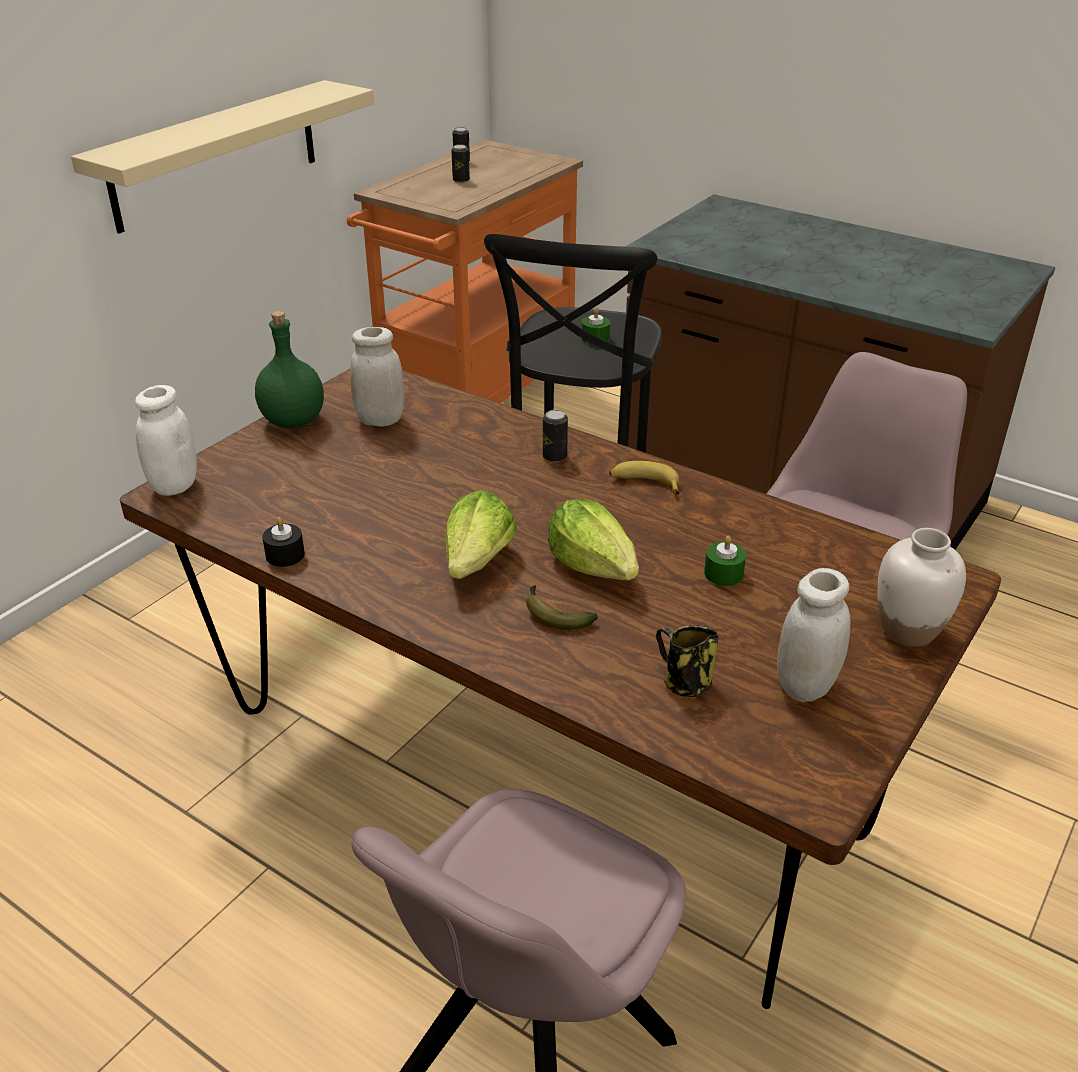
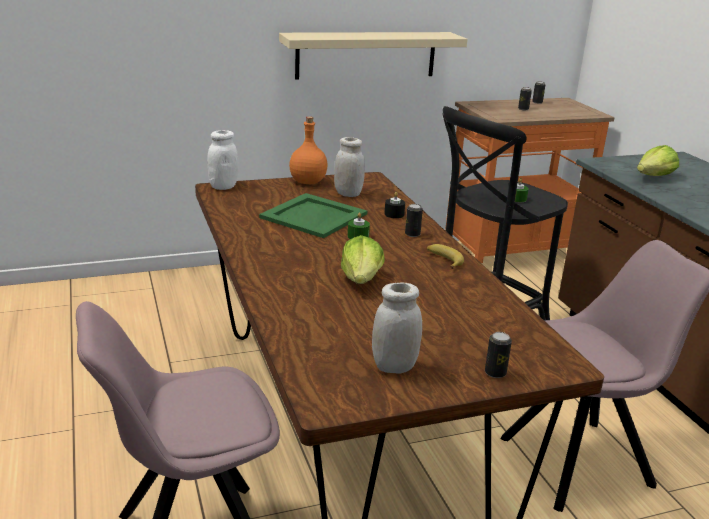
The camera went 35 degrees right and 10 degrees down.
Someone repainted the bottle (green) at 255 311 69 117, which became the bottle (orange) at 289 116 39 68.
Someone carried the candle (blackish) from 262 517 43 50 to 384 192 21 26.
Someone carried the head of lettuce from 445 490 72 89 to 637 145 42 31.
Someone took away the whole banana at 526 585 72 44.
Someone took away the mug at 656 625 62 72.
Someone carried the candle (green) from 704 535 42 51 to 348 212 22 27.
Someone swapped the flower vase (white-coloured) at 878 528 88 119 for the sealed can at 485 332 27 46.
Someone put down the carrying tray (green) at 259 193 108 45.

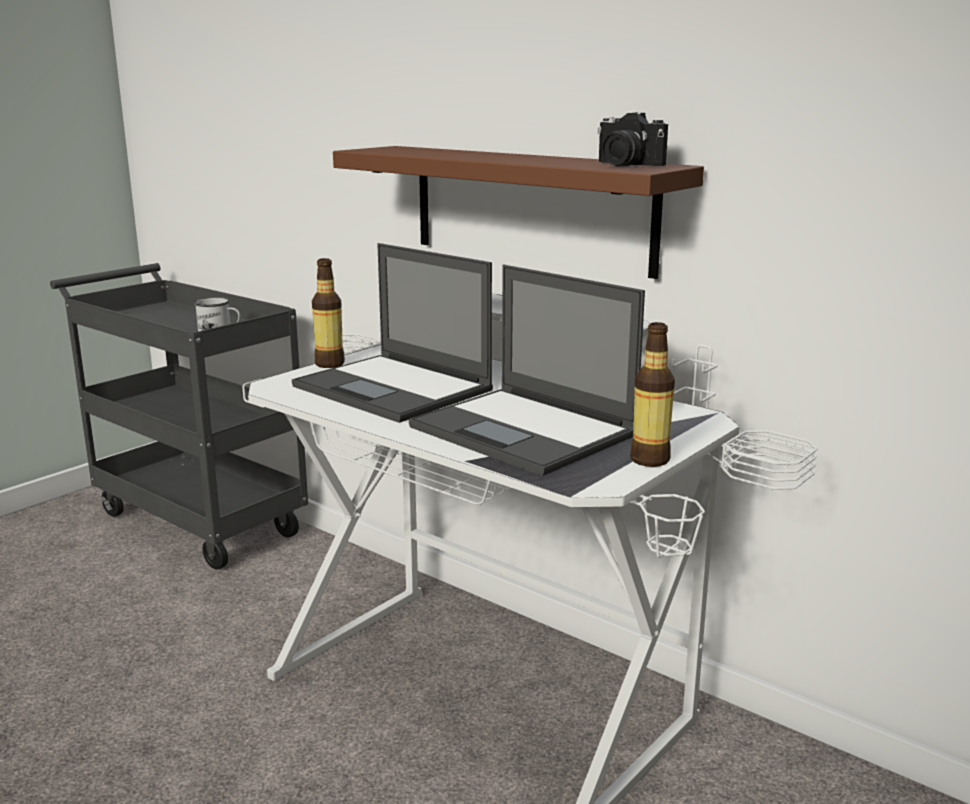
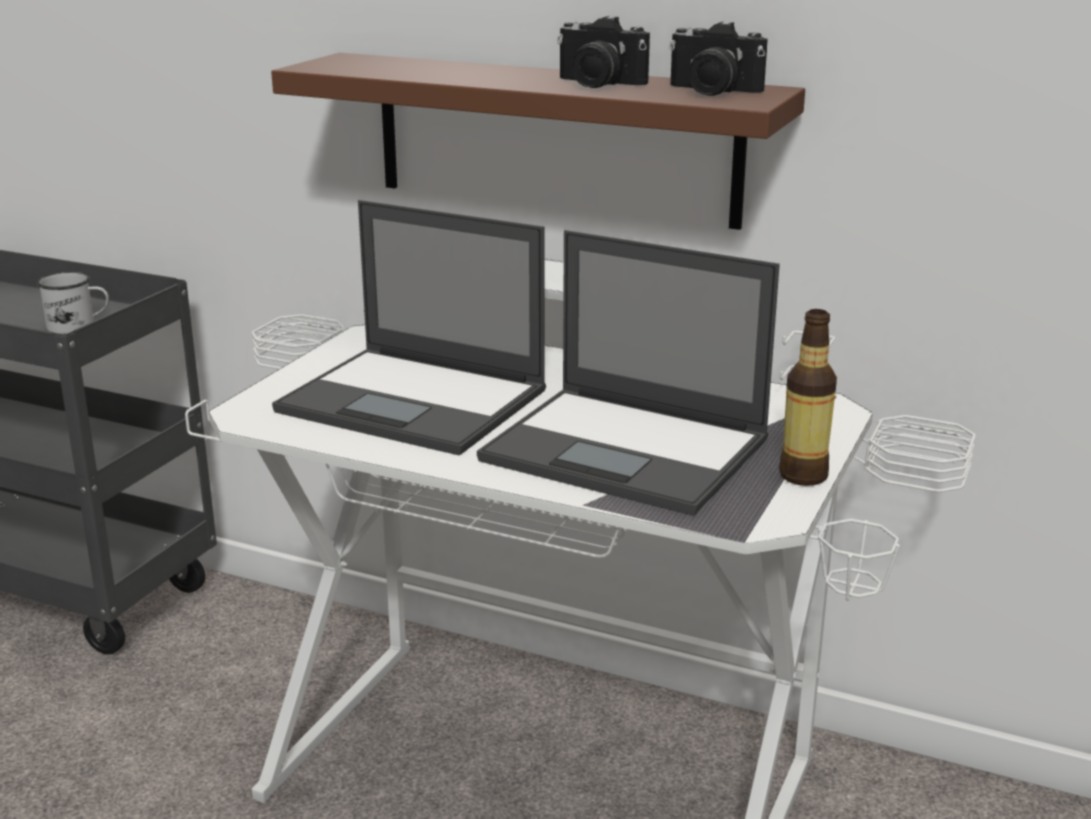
The camera went 15 degrees left and 5 degrees up.
Someone took away the bottle at 312 258 33 110.
Someone put down the still camera at 557 16 93 72.

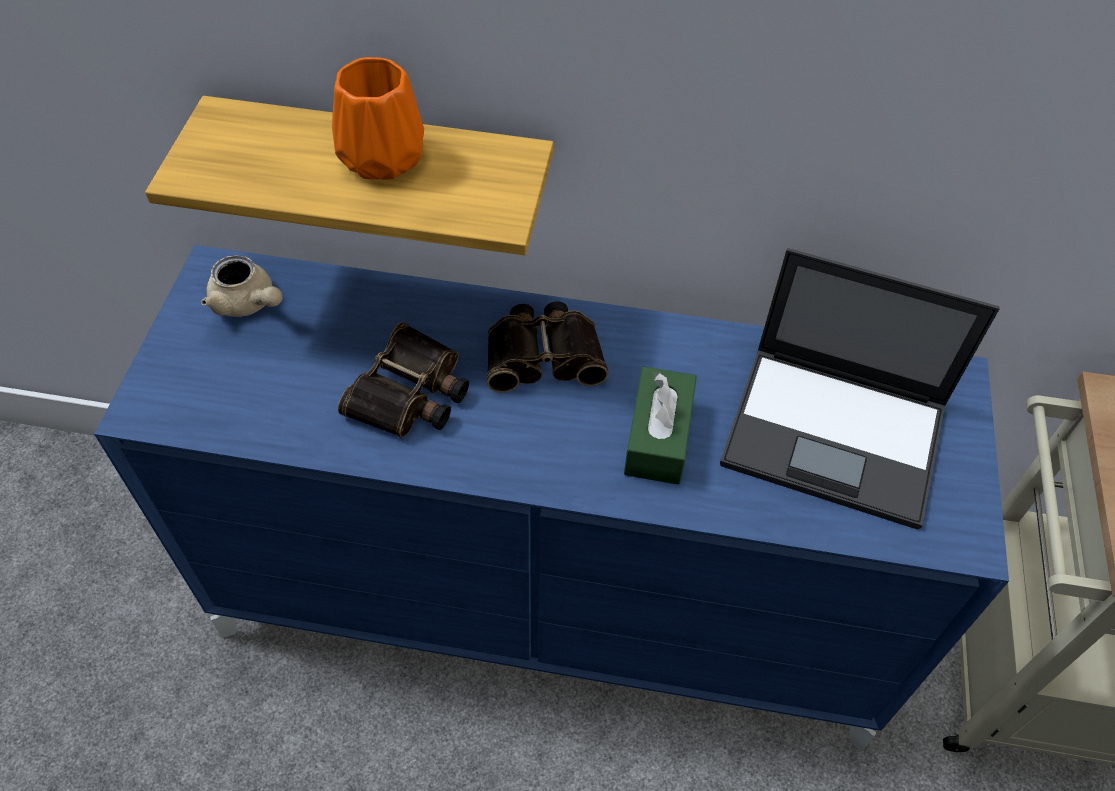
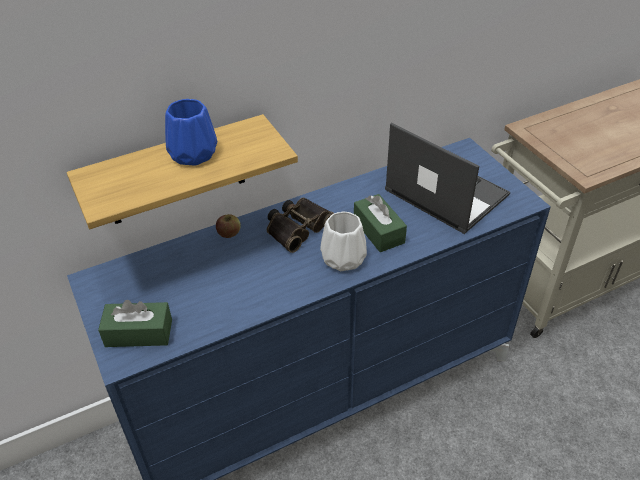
The camera went 35 degrees left and 10 degrees down.
Someone took away the tea pot (sand-coloured) at 201 255 82 62.
Someone repainted the flower vase (orange) at 332 57 92 122, which became the flower vase (blue) at 165 99 52 67.
Someone took away the pair of binoculars at 338 322 131 116.
Someone rotated the laptop at 720 248 280 282 by 120 degrees counterclockwise.
Someone put down the box of tissues (green) at 98 300 74 47.
Someone put down the whole apple at 216 214 25 24.
Someone put down the flower vase (white-coloured) at 320 212 47 59.

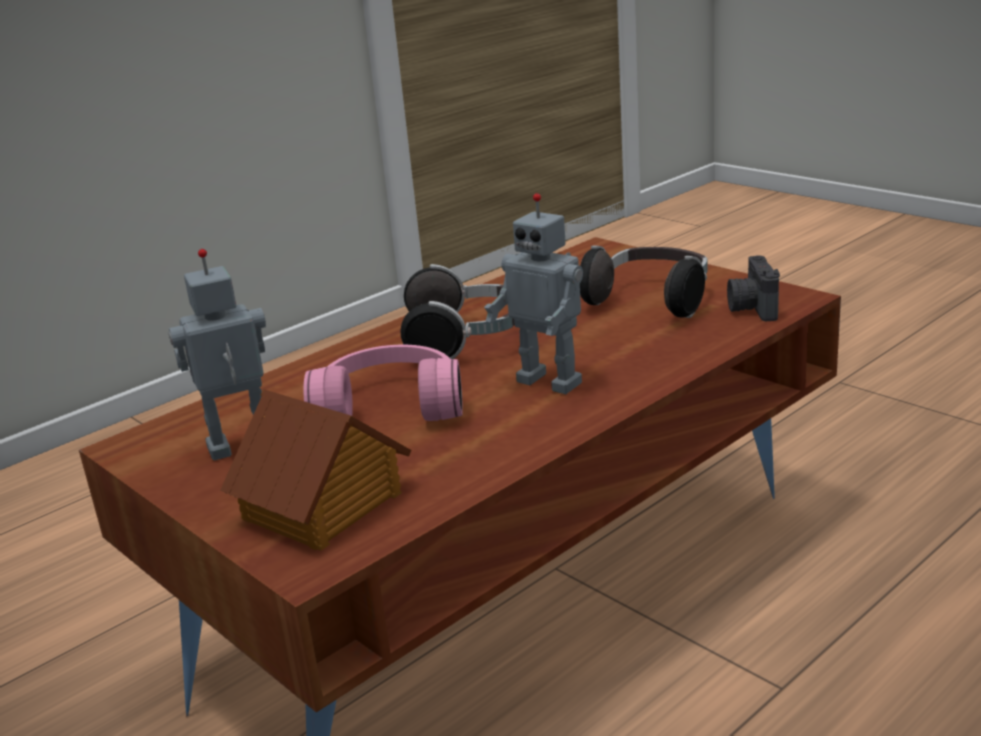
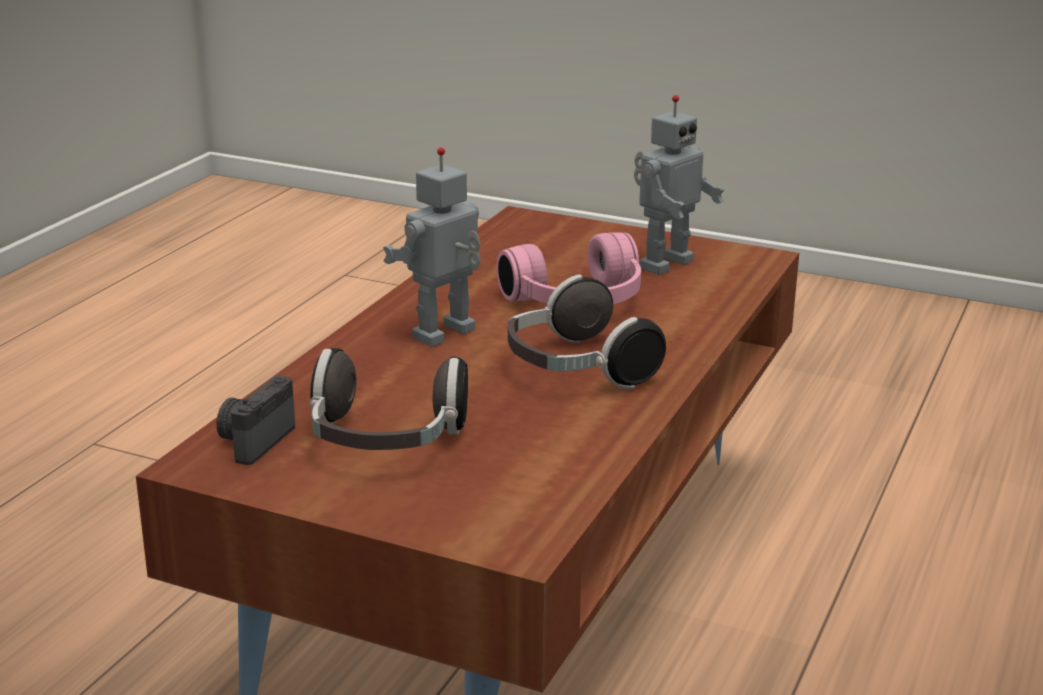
The camera went 155 degrees right and 0 degrees up.
Someone took away the miniature house at 220 389 191 162.
Someone rotated the robot figure at 484 193 99 201 by 60 degrees counterclockwise.
Someone rotated the still camera at 727 256 53 65 by 135 degrees counterclockwise.

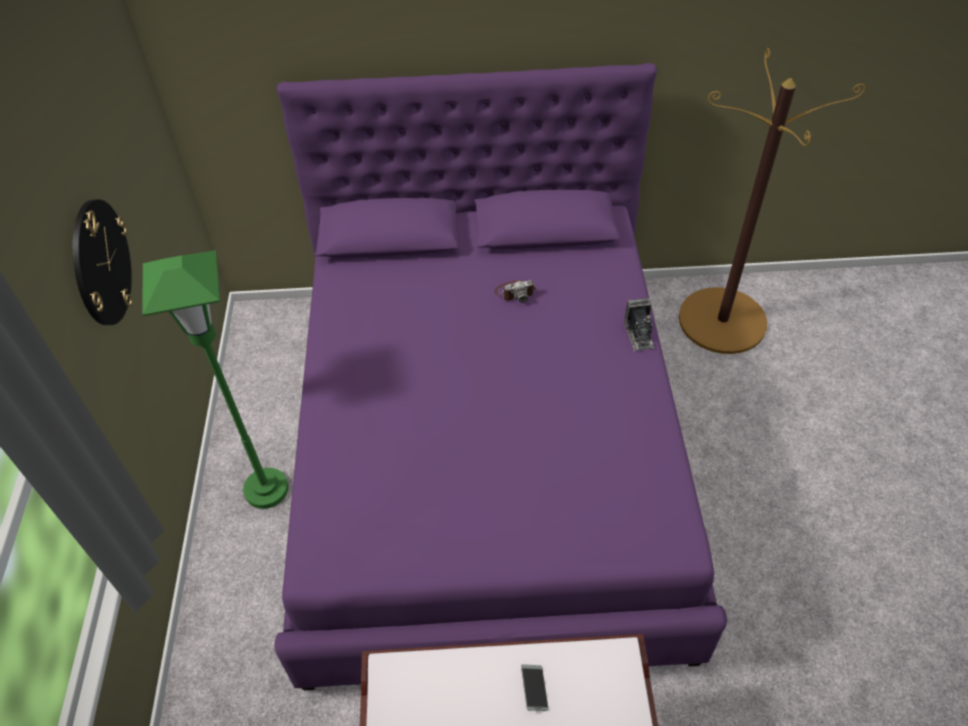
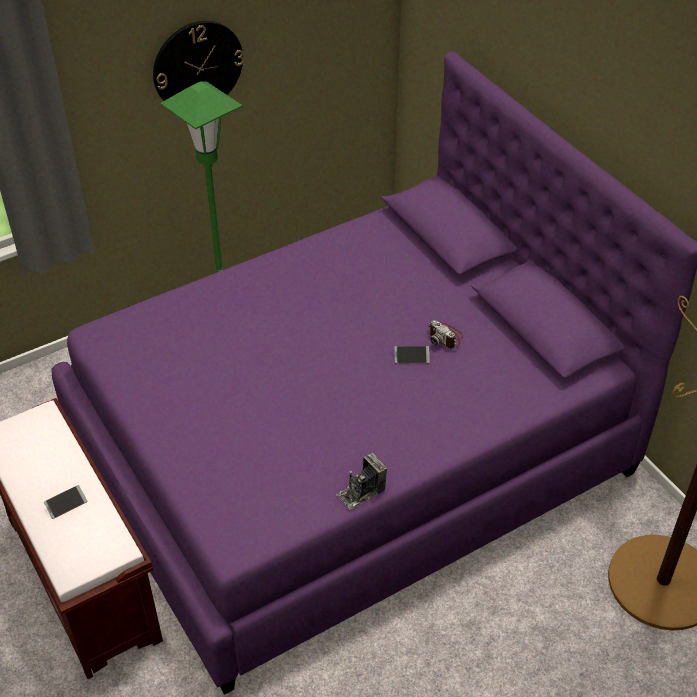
The camera went 60 degrees right and 5 degrees down.
Someone carried the still camera from 624 298 31 53 to 336 453 51 57.
Someone put down the phone at 395 346 35 18.

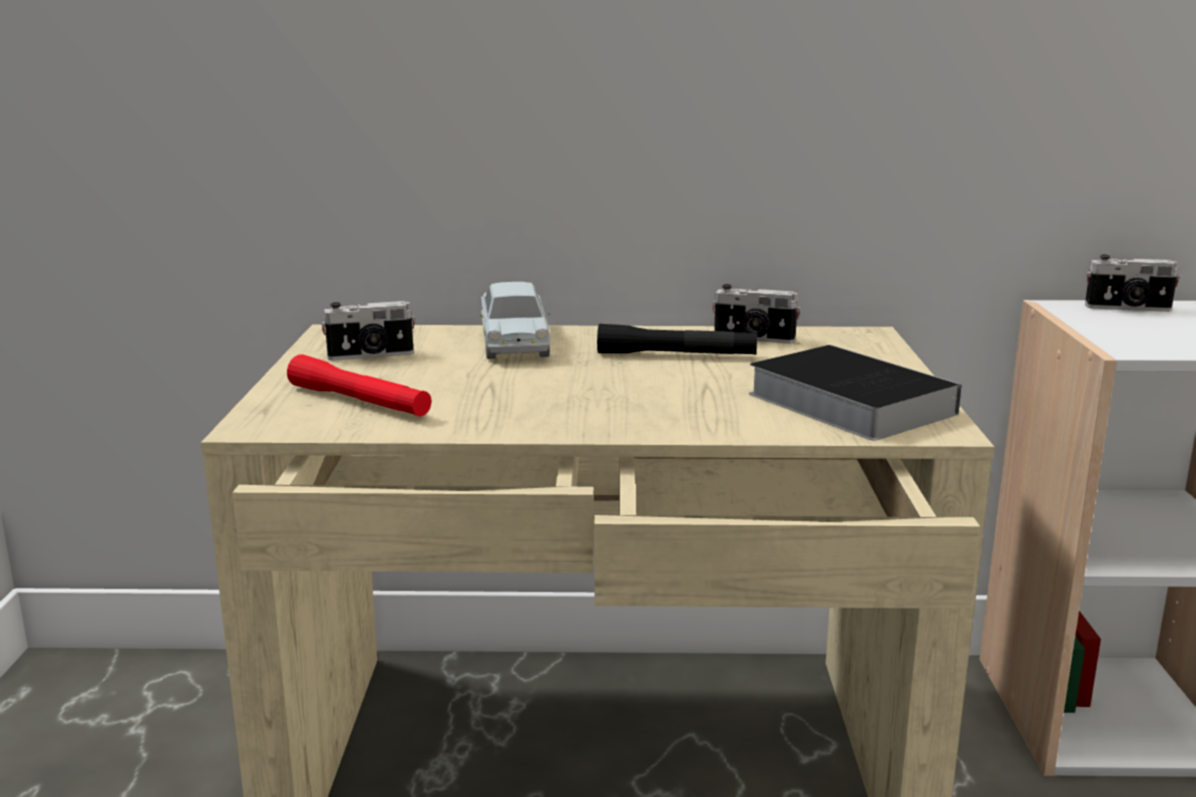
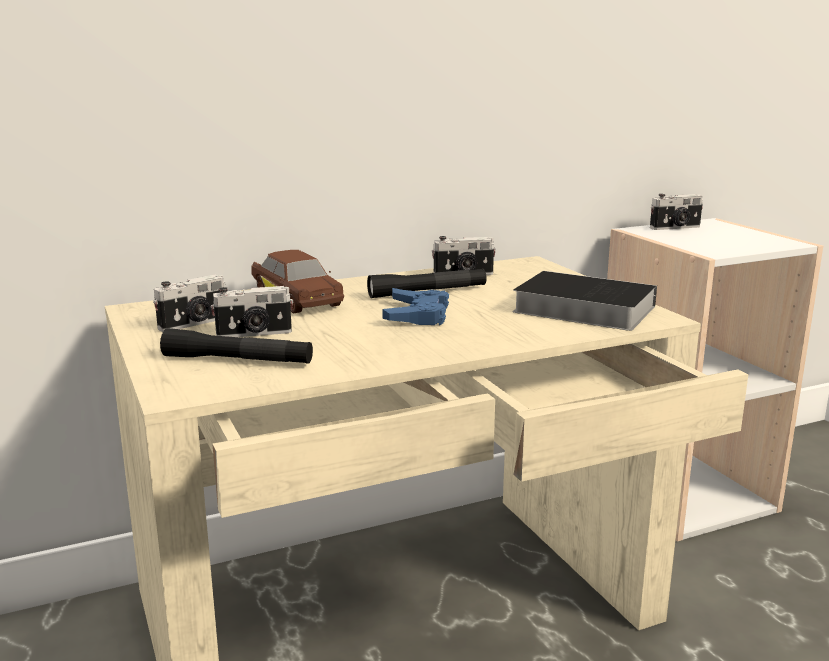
The camera went 25 degrees left and 0 degrees up.
Someone repainted the torch (red) at 287 354 144 63, which became the torch (blackish) at 160 328 153 36.
Someone repainted the model car (white-coloured) at 480 282 71 77, which became the model car (brownish) at 251 250 93 63.
Someone put down the still camera at 211 286 82 51.
Someone put down the gamepad (blue) at 382 288 67 37.

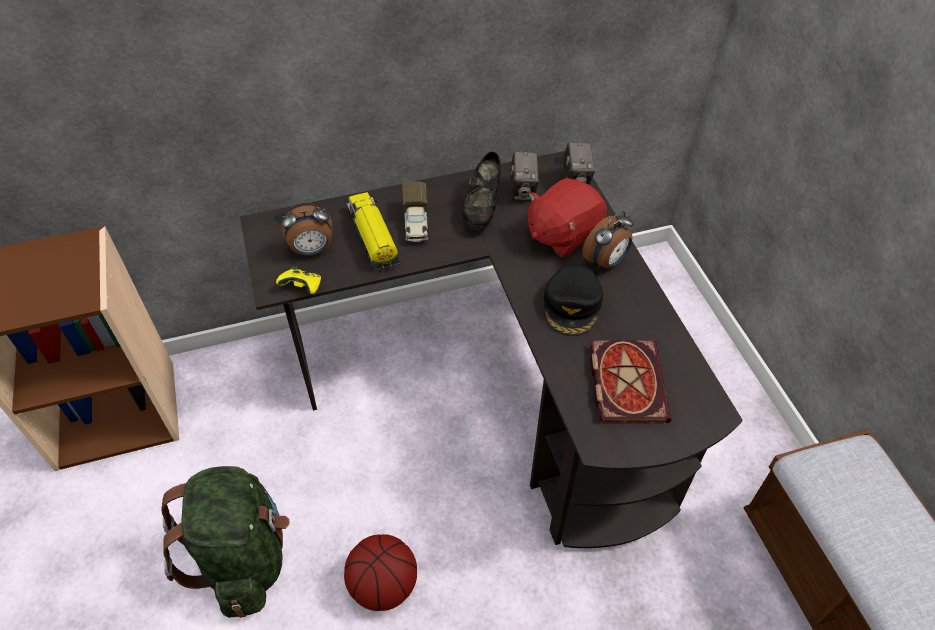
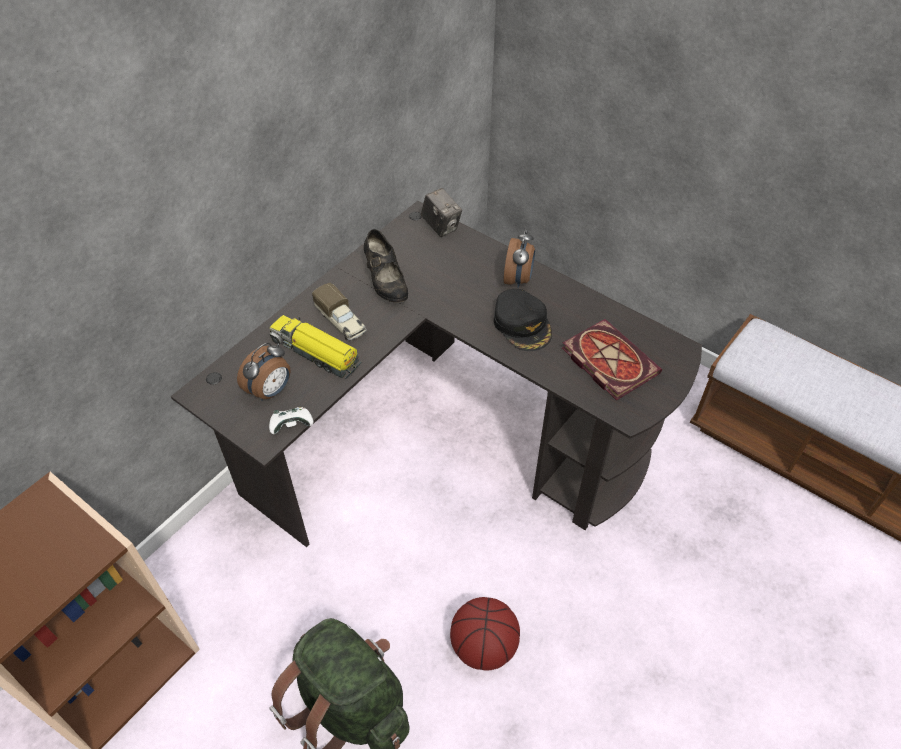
The camera went 35 degrees left and 0 degrees up.
Someone repainted the gamepad (yellow) at 276 266 45 28, which became the gamepad (white-coloured) at 269 407 44 27.
Someone took away the still camera at 510 151 29 50.
Someone took away the plush toy (red) at 528 178 79 80.

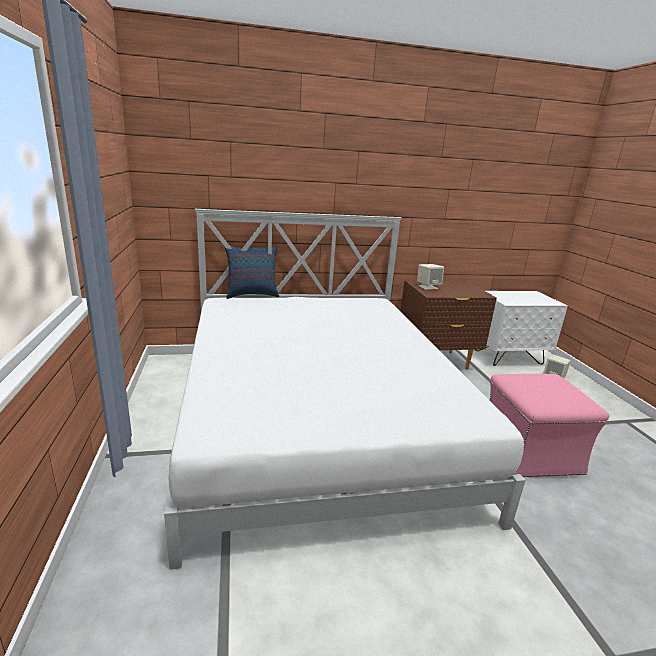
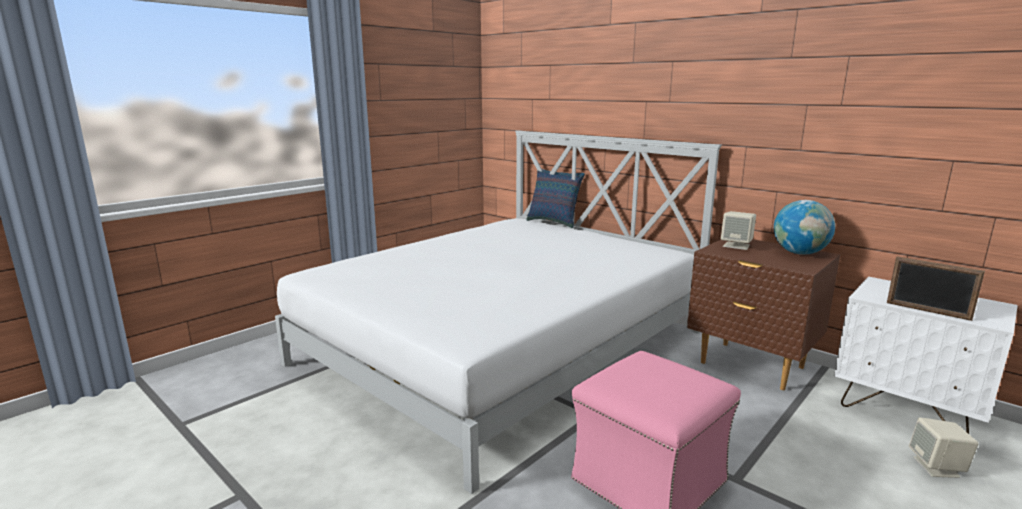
The camera went 55 degrees right and 5 degrees down.
Someone put down the world globe at 774 200 61 55.
Someone put down the standing frame at 887 257 98 64.

